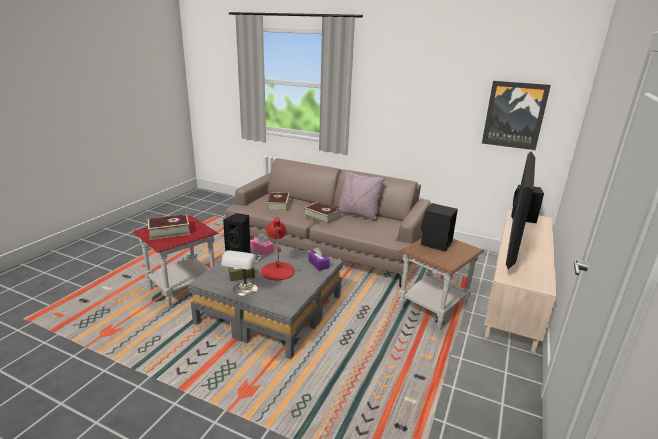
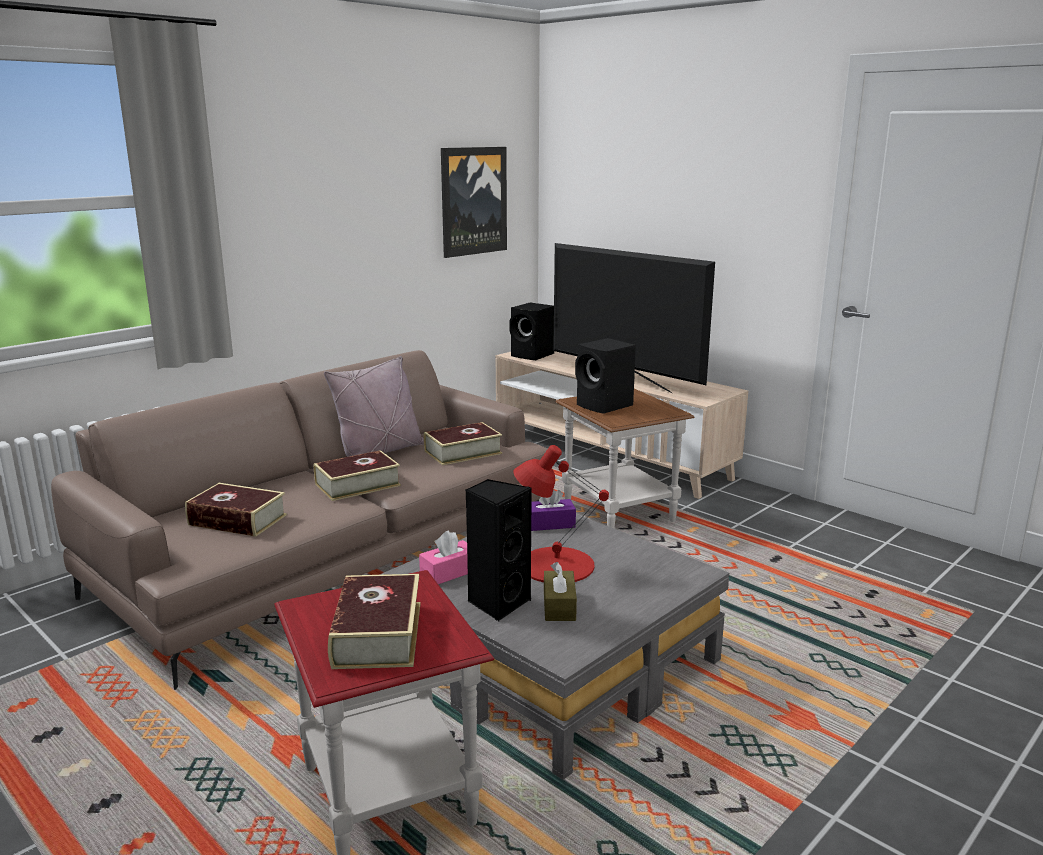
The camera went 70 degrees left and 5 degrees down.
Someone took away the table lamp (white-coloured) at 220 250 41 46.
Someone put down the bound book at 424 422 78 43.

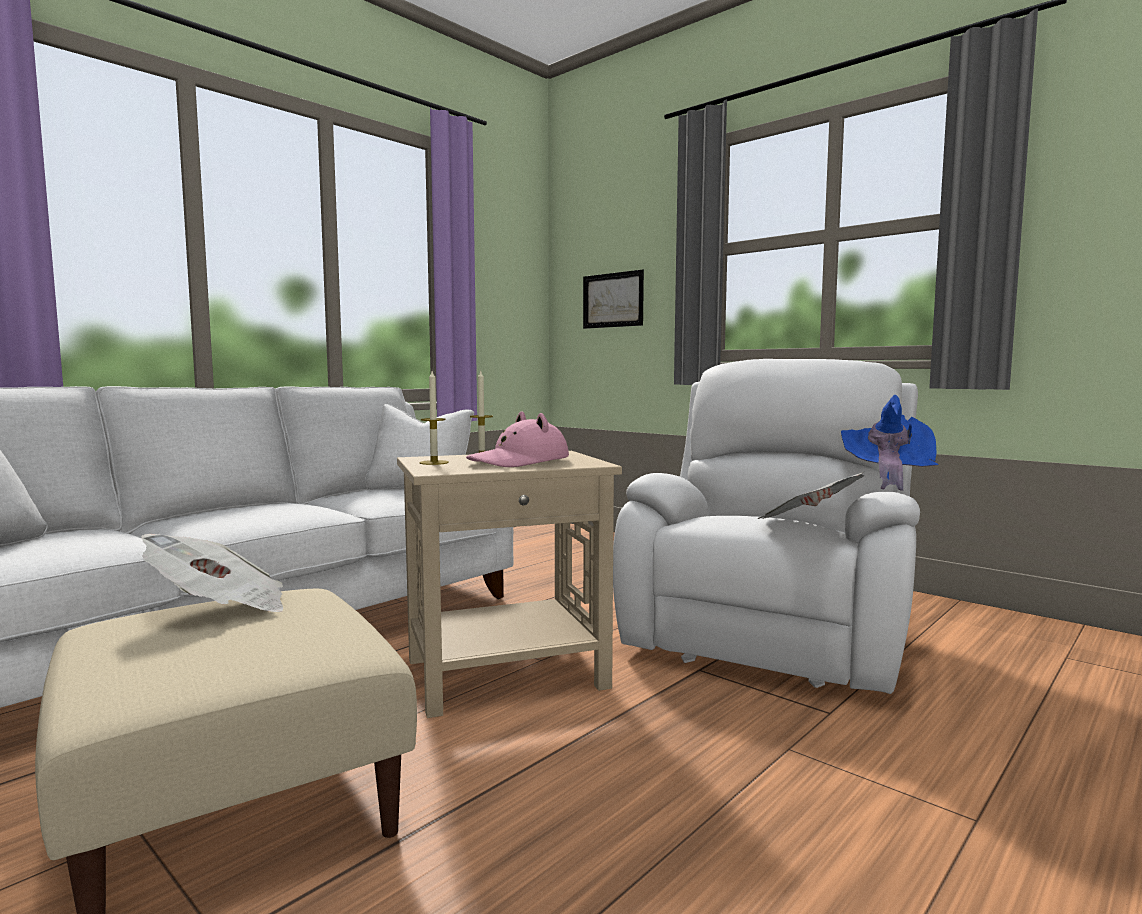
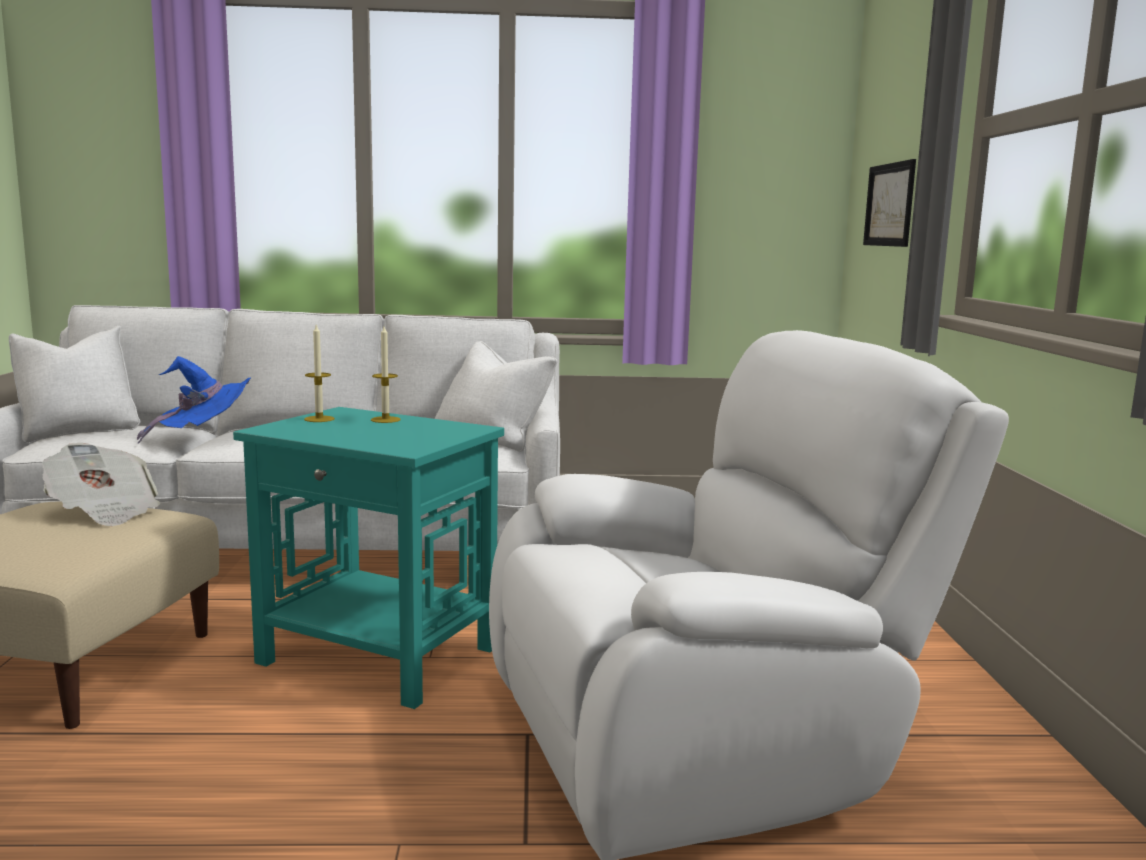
The camera went 45 degrees right and 5 degrees up.
Someone repainted the end table (sand-coloured) at 397 451 225 267, which became the end table (blue-green) at 233 407 271 302.
Someone took away the hat (pink-coloured) at 466 412 103 55.
Someone took away the daily paper at 757 472 107 47.
Someone carried the hat (blue) from 841 395 97 96 to 137 356 114 87.

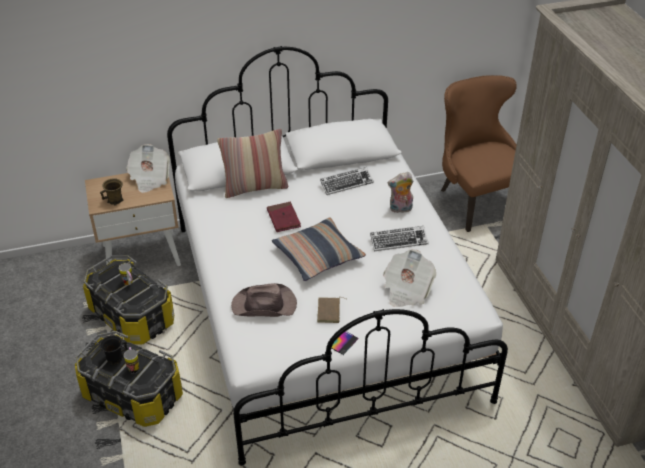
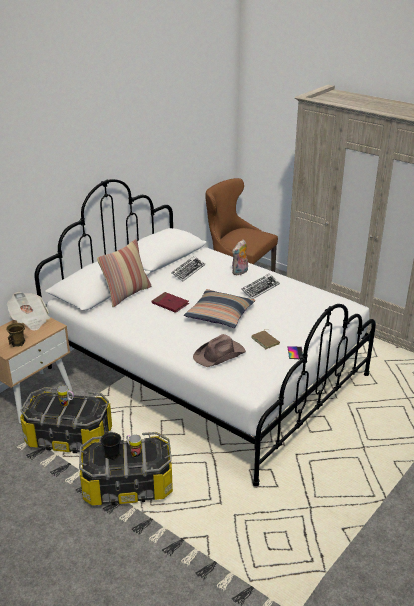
The camera went 35 degrees left and 10 degrees down.
Someone took away the daily paper at 383 249 53 58.

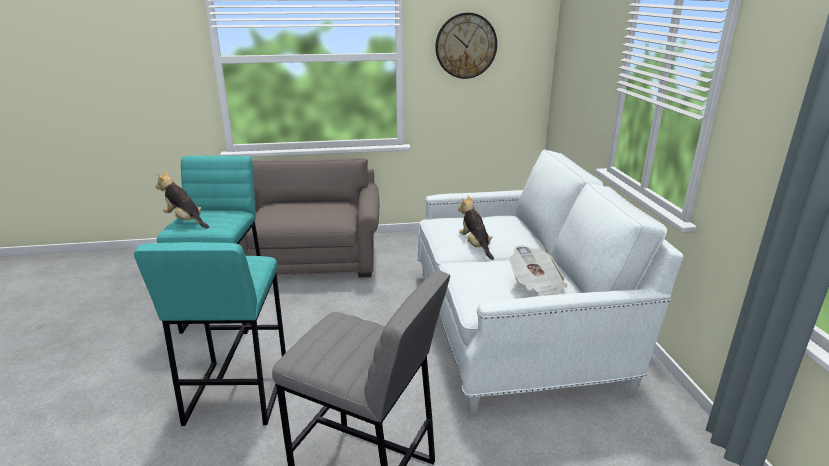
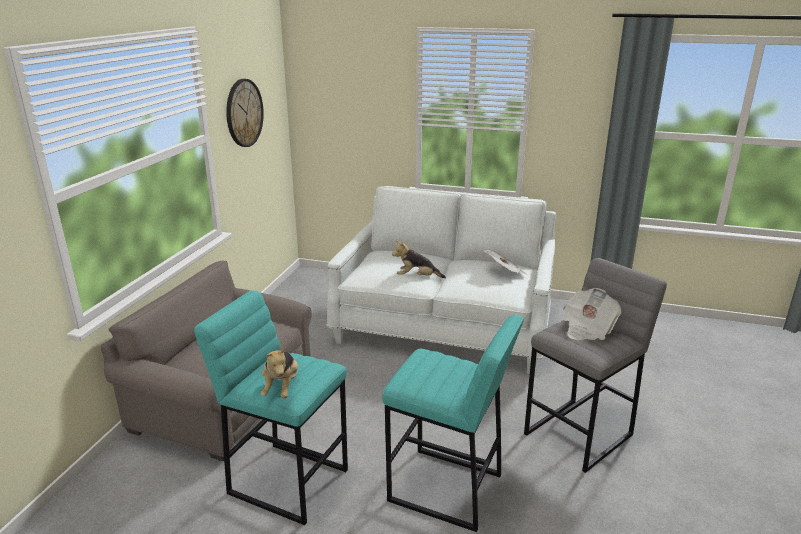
The camera went 65 degrees left and 0 degrees up.
Someone rotated the plush toy at 155 171 54 58 by 60 degrees counterclockwise.
Someone put down the daily paper at 564 288 57 52.

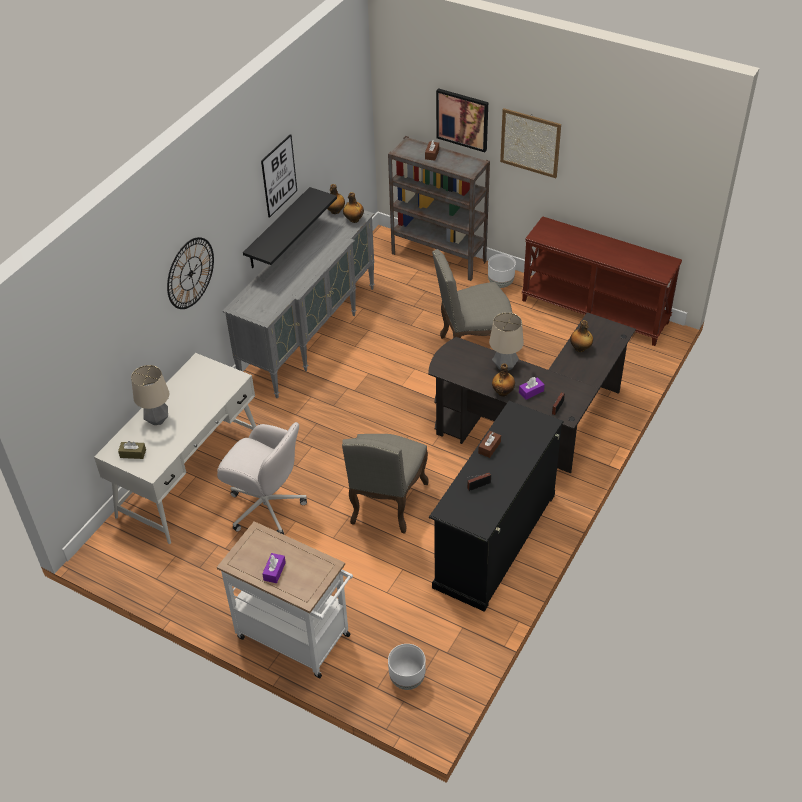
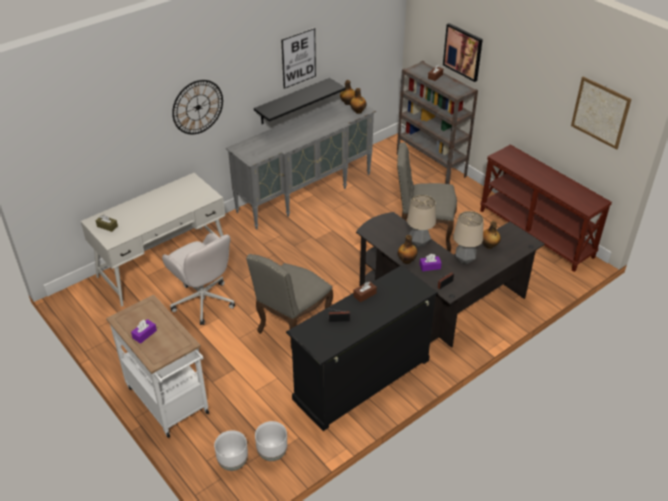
The camera went 20 degrees right and 5 degrees down.
Someone carried the table lamp from 131 365 38 60 to 453 211 31 53.
Someone carried the plant pot (white-coloured) from 488 254 28 34 to 255 421 32 40.
Someone carried the picture from 500 108 61 70 to 571 77 61 73.

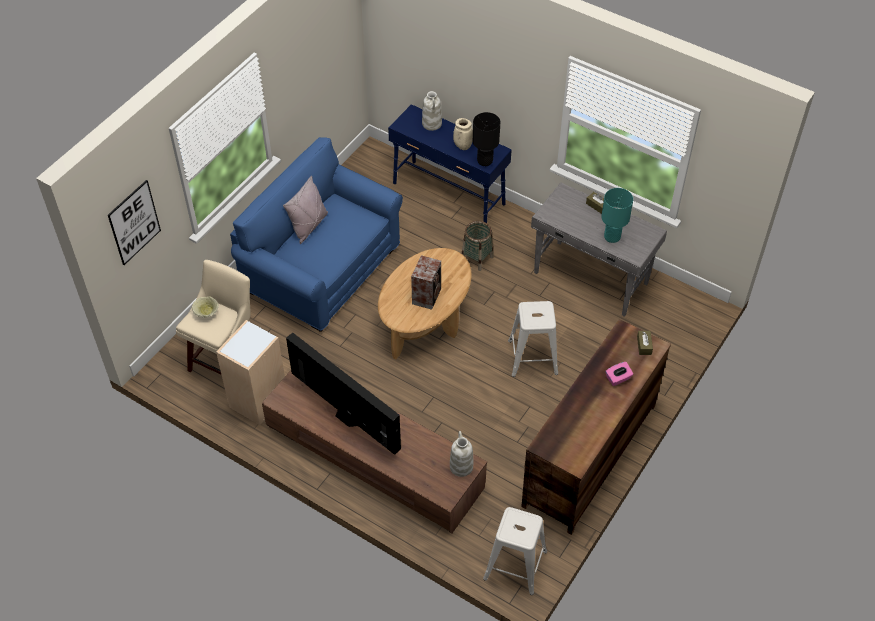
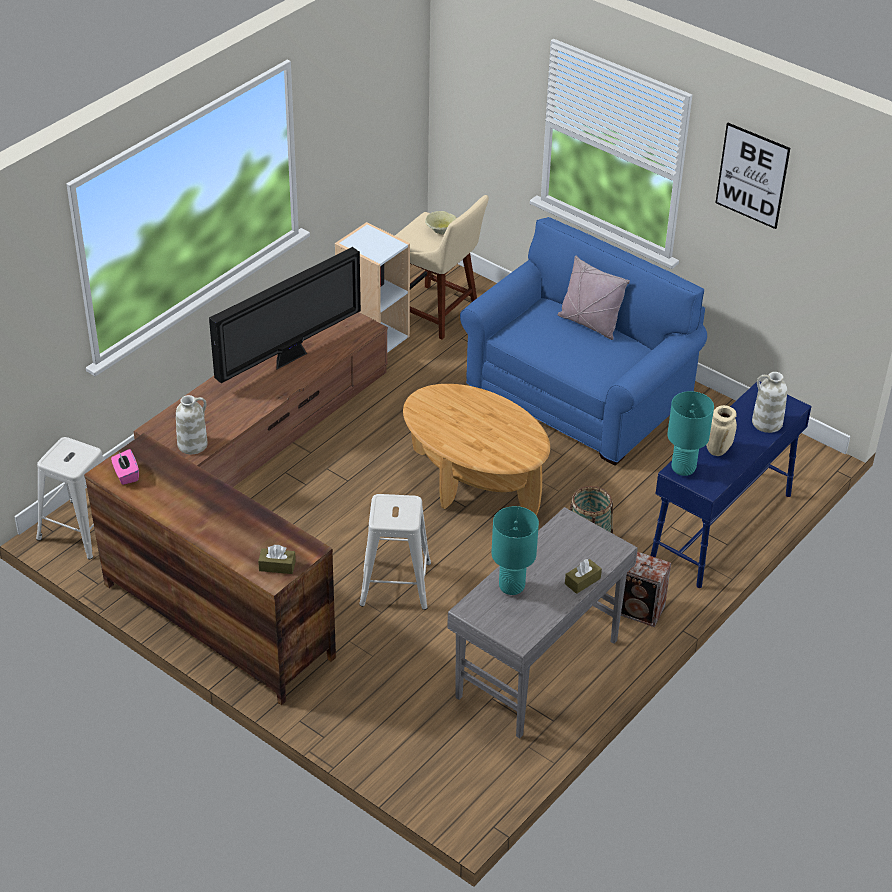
The camera went 95 degrees right and 10 degrees down.
Someone carried the picture from 108 180 53 85 to 715 123 75 106.
Someone carried the audio speaker from 411 255 30 55 to 621 552 50 75.
Someone repainted the table lamp (blackish) at 473 112 27 54, which became the table lamp (blue-green) at 667 391 47 85.
Someone carried the box of tissues (pink-coloured) from 605 362 28 24 to 111 449 28 36.

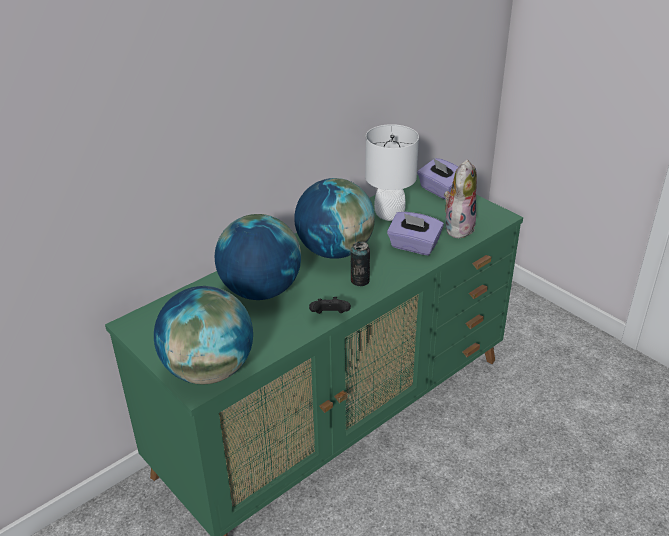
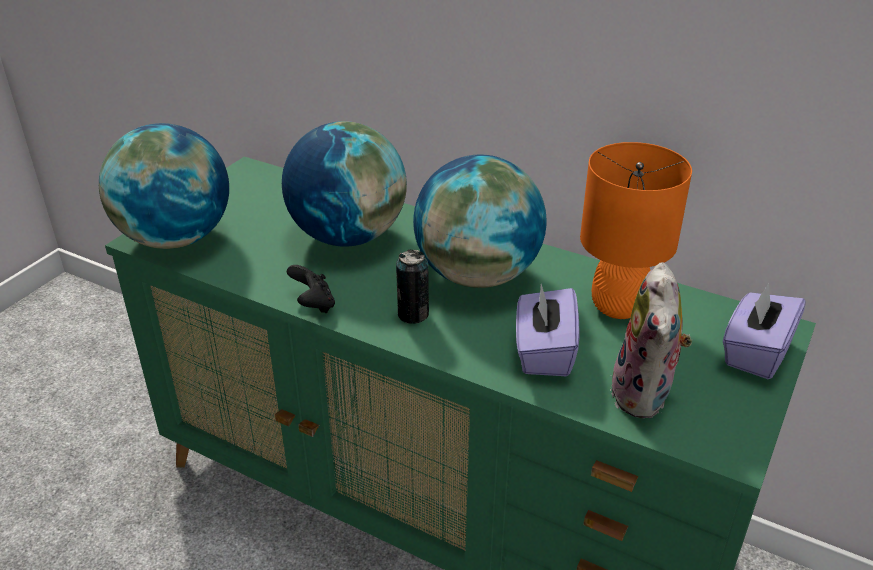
The camera went 70 degrees right and 0 degrees up.
Someone repainted the table lamp (white-coloured) at 365 124 54 97, which became the table lamp (orange) at 580 142 112 177.
Someone rotated the plush toy at 444 159 33 81 by 90 degrees clockwise.

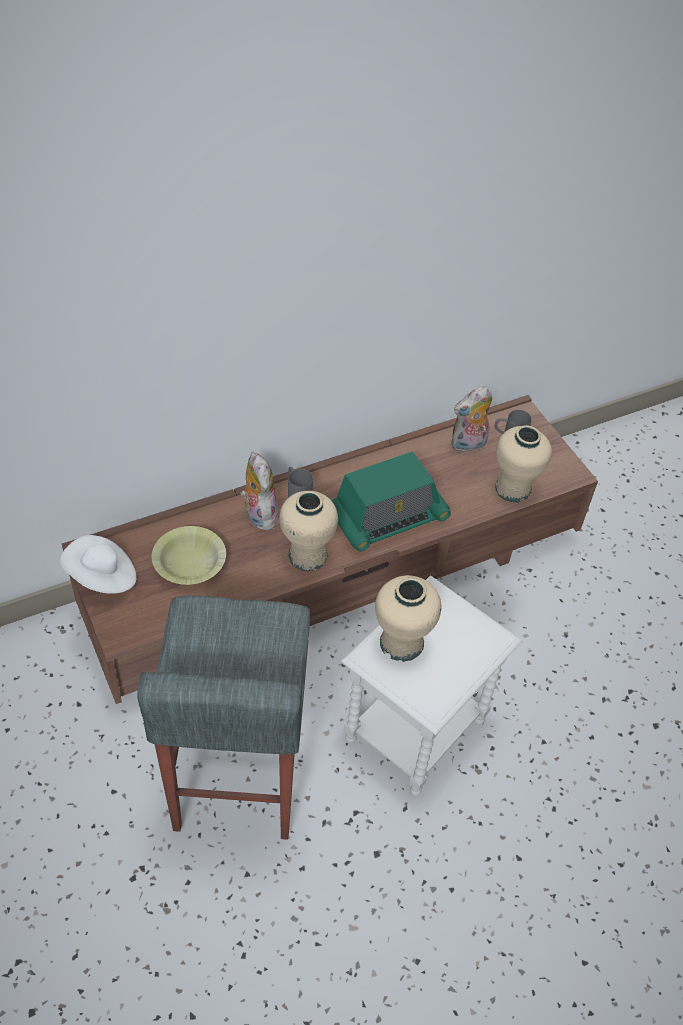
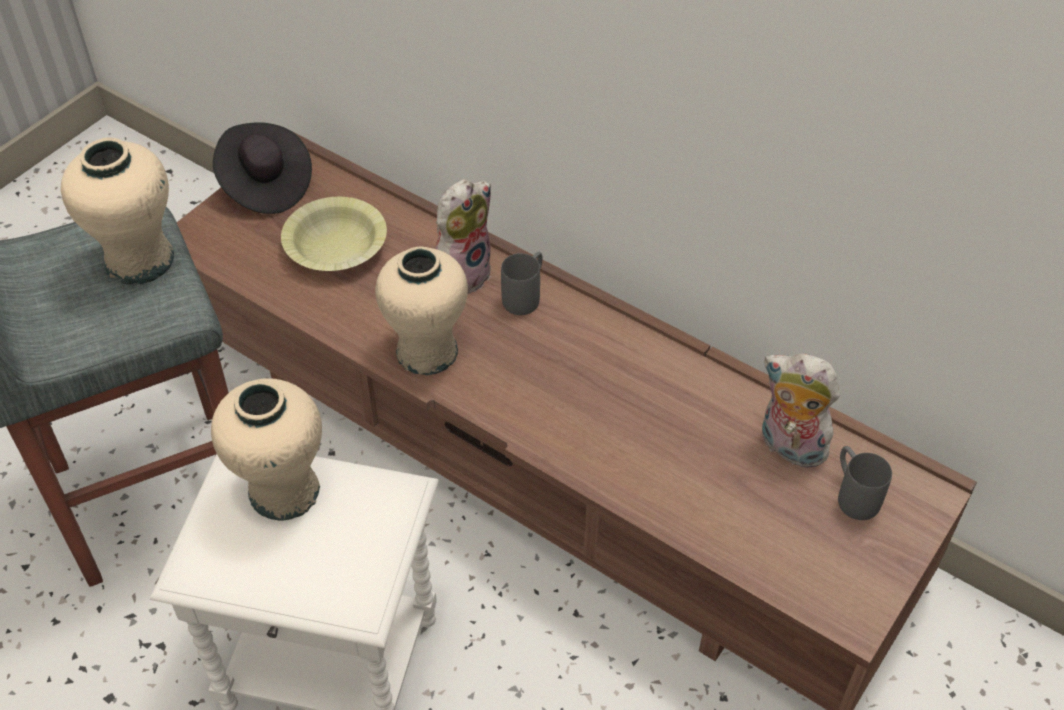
The camera went 65 degrees right and 0 degrees up.
Someone repainted the hat (white-coloured) at 60 535 76 59, which became the hat (blackish) at 213 122 99 92.
Someone took away the radio receiver at 332 451 119 100.
Someone carried the flower vase (sand-coloured) from 495 425 57 78 to 61 137 113 147.

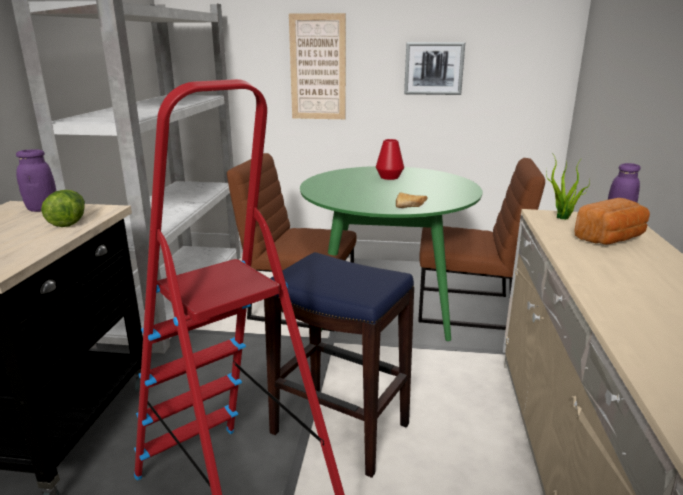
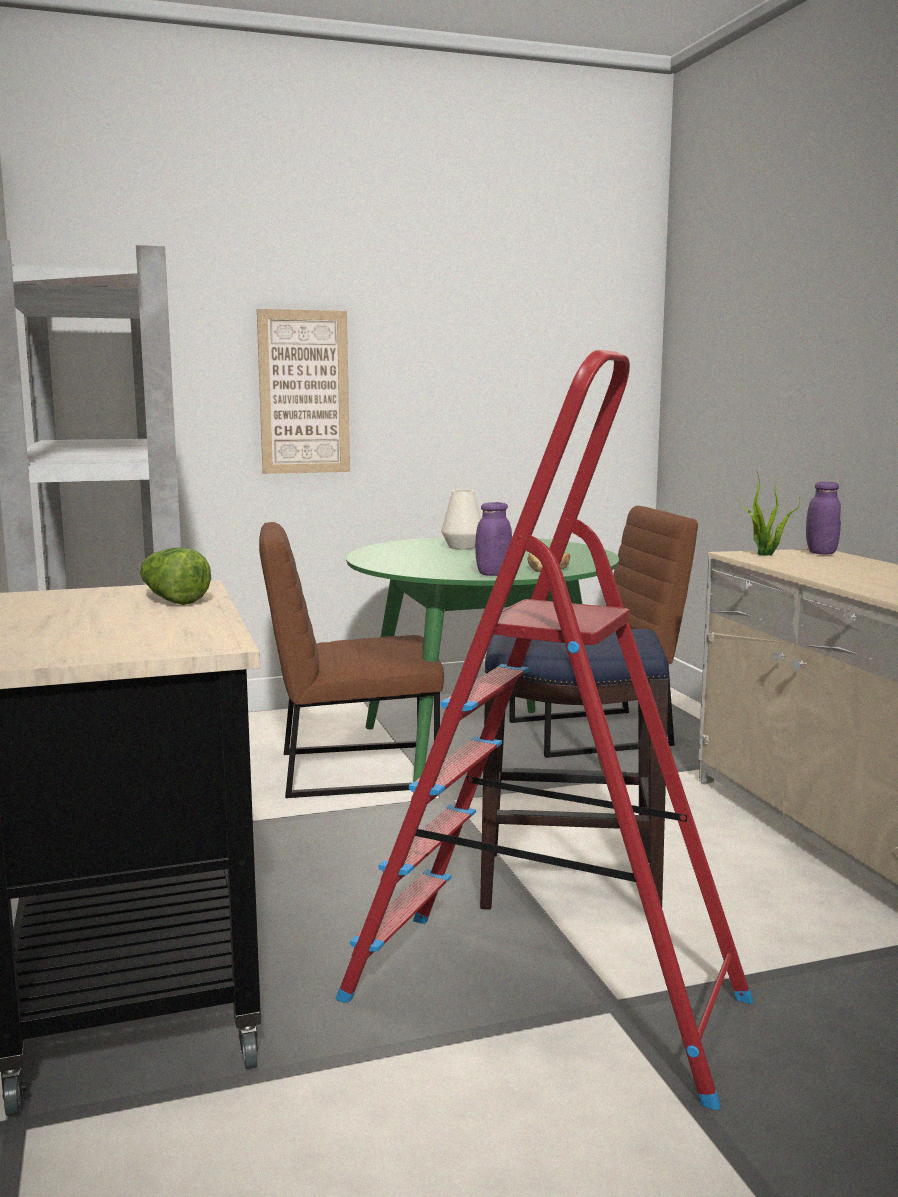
The camera went 25 degrees left and 10 degrees down.
Someone carried the preserve jar (purplish) from 16 149 40 63 to 475 502 37 74.
Someone repainted the flower vase (red) at 376 139 28 41, which became the flower vase (white-coloured) at 441 490 40 60.
Someone took away the picture at 404 42 61 53.
Someone took away the bakery bread at 574 198 76 47.

